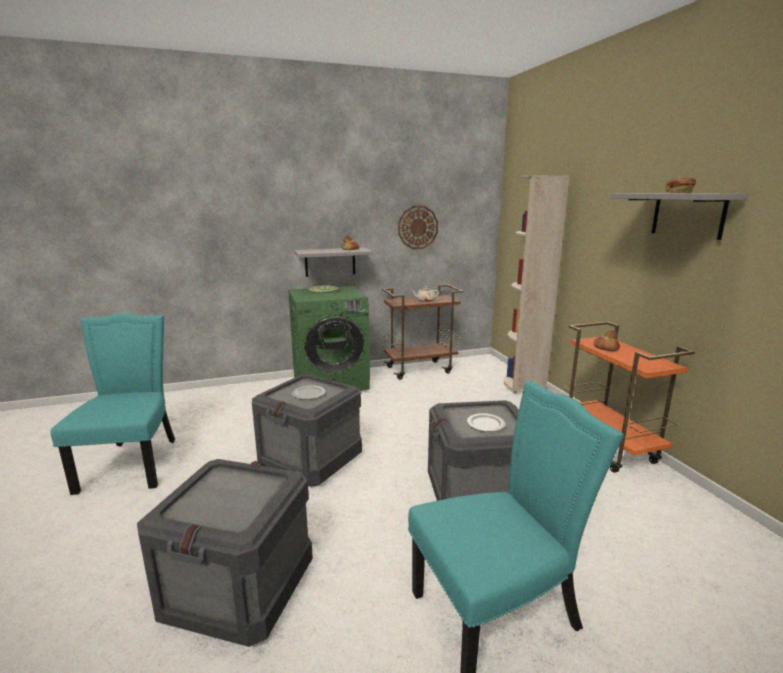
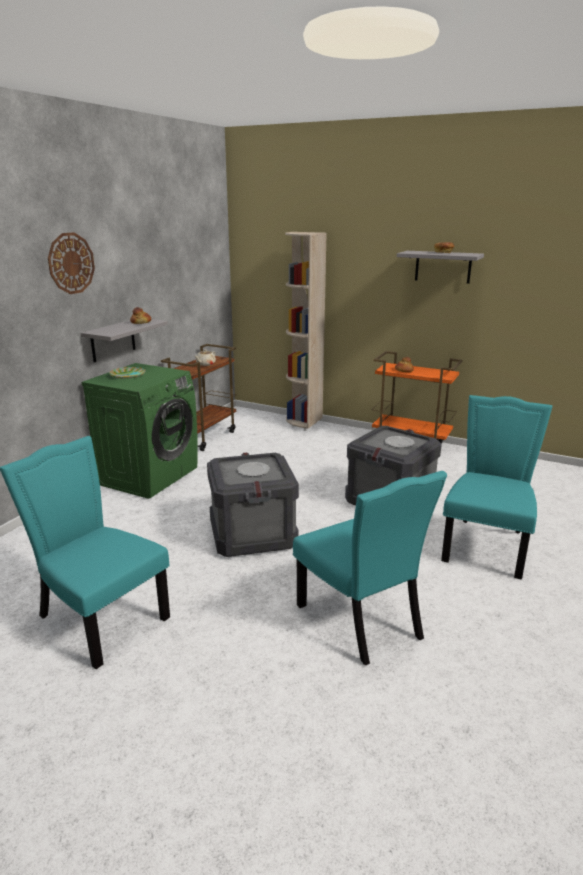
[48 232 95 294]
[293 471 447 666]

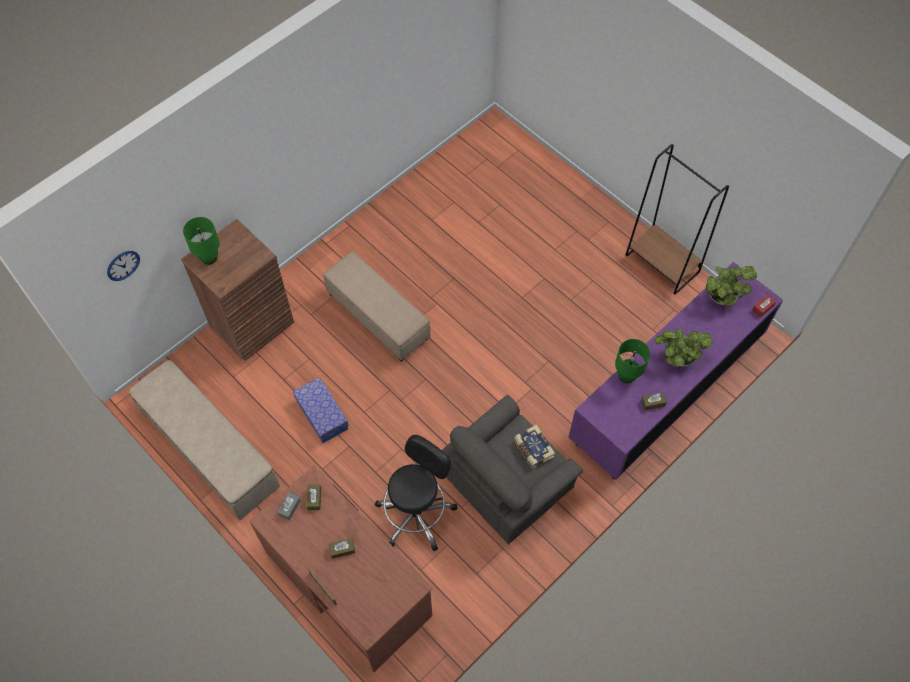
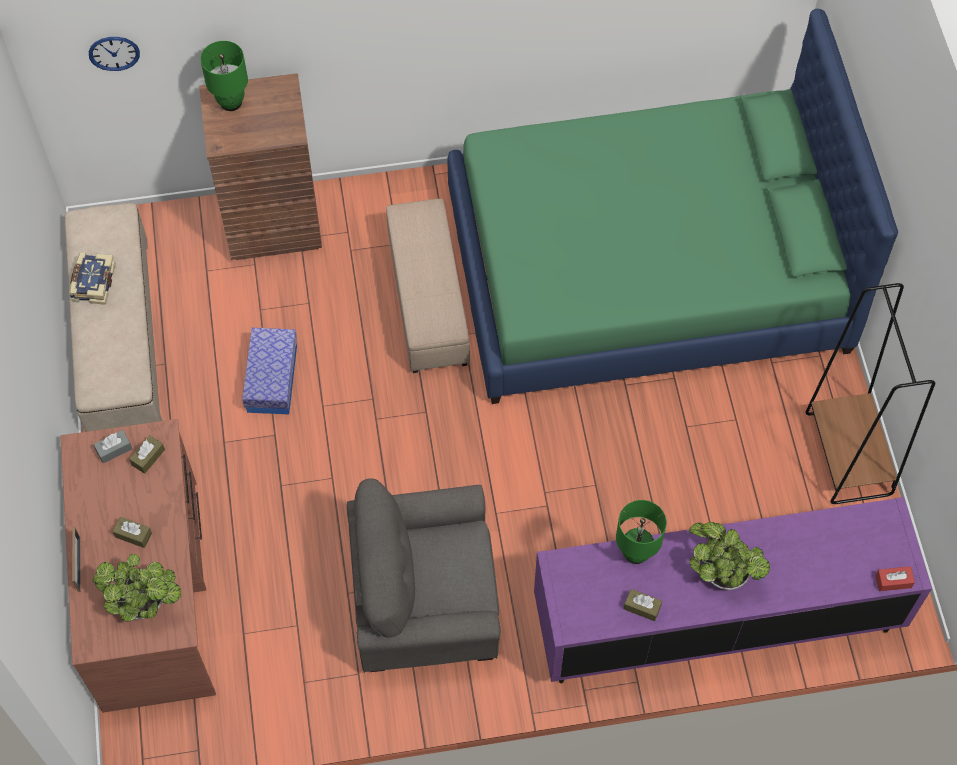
[375 435 457 551] (first image)
[447 8 898 404]
[69 252 116 305]
[93 554 181 622]

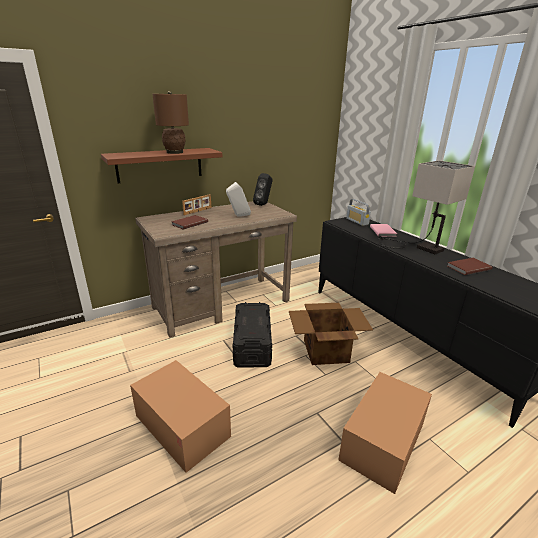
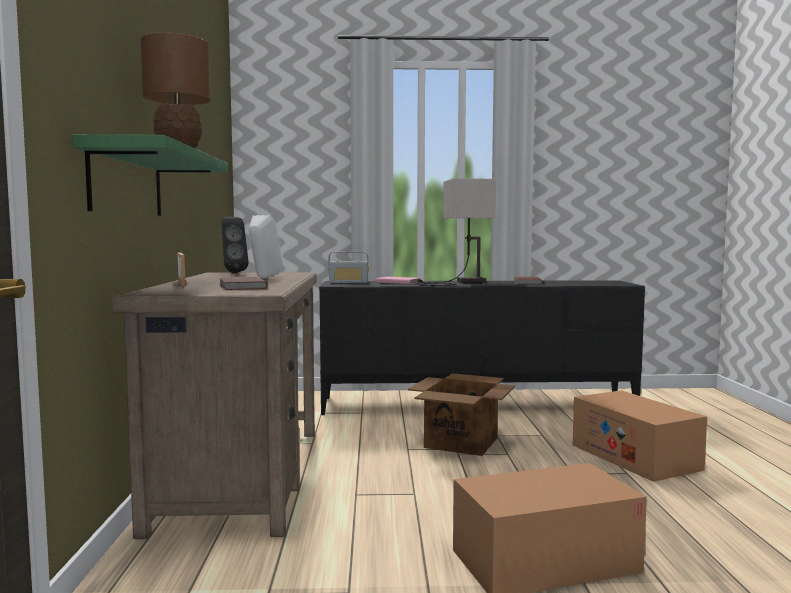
[233 302 272 368] (first image)
[72 134 228 216]

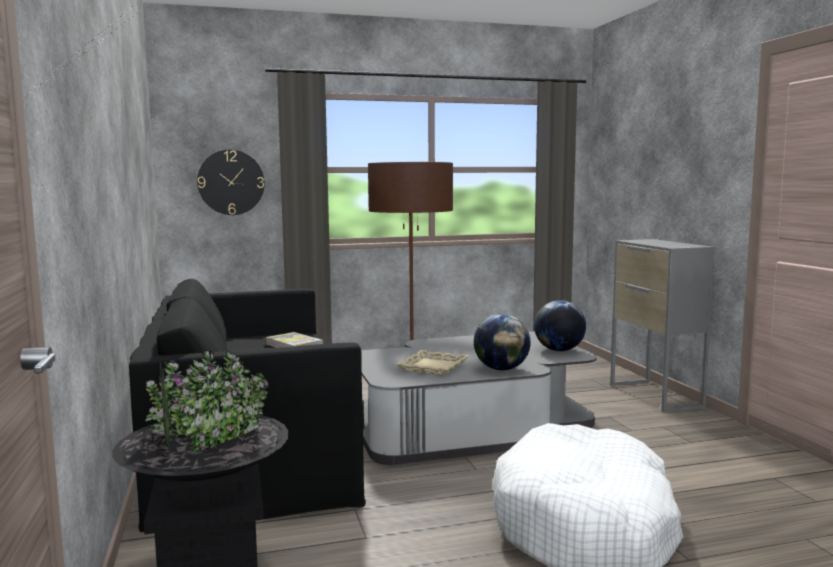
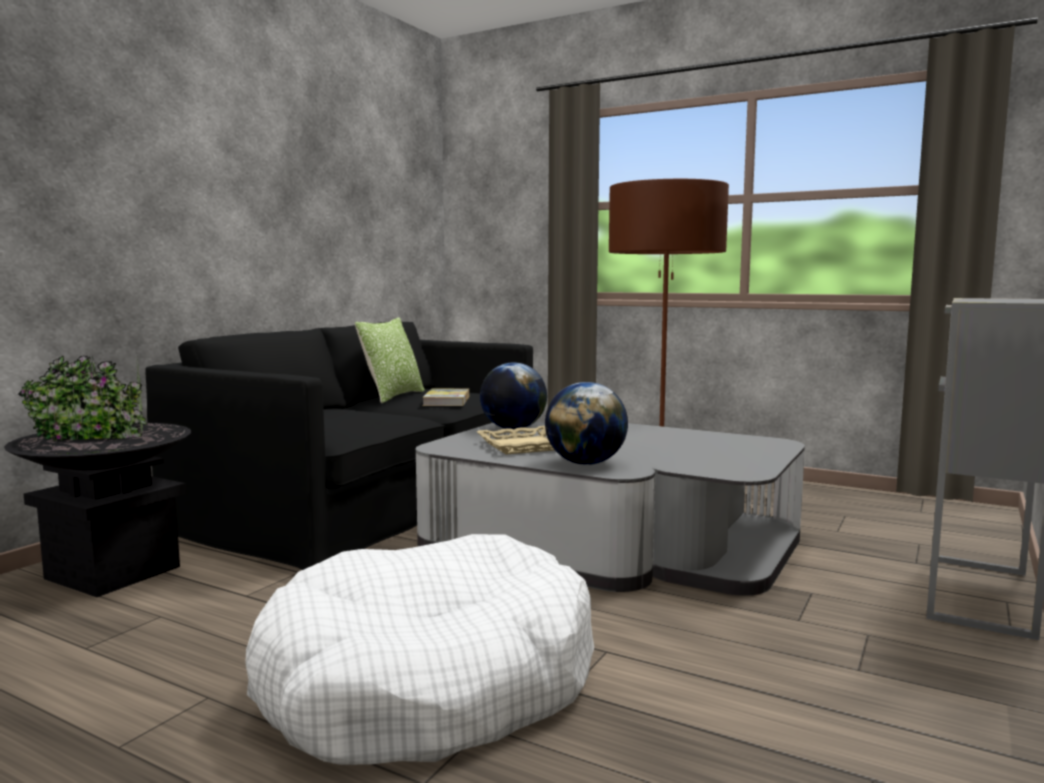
[197 150 265 215] (first image)
[355 318 425 403]
[480 362 547 429]

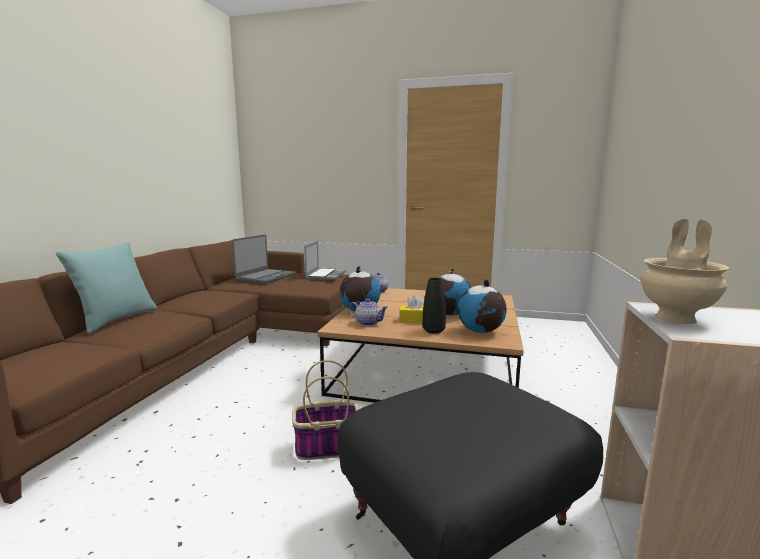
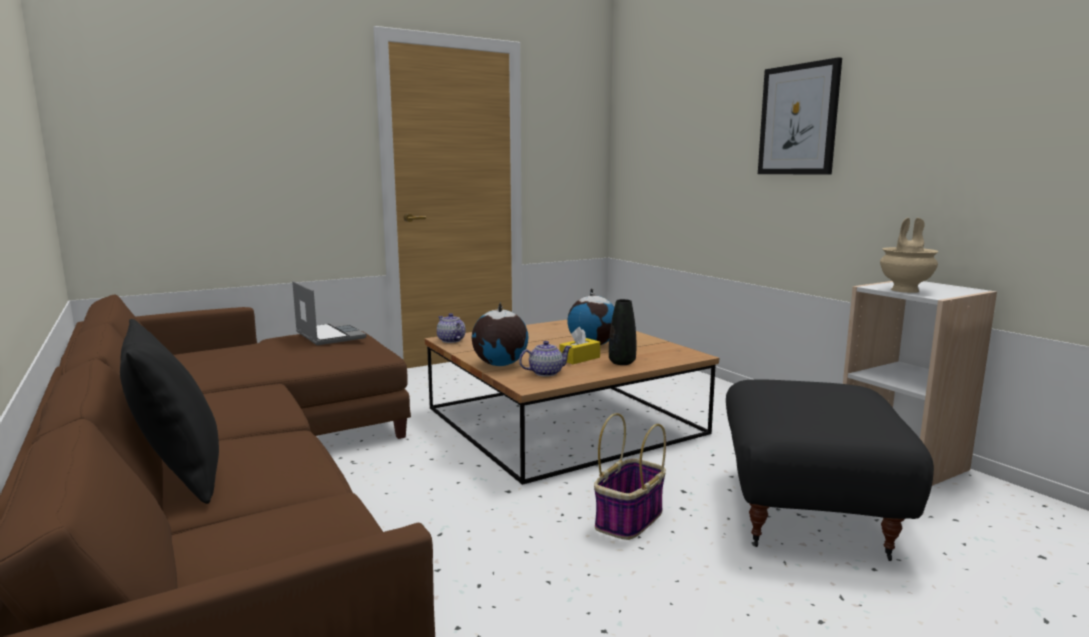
[232 234 296 284] (first image)
[457 279 507 333] (first image)
[758 57 842 175]
[120 319 219 504]

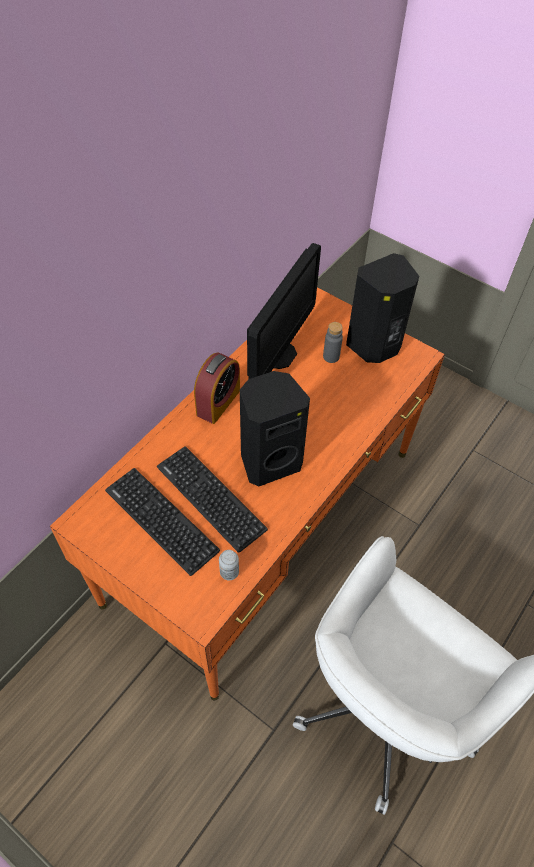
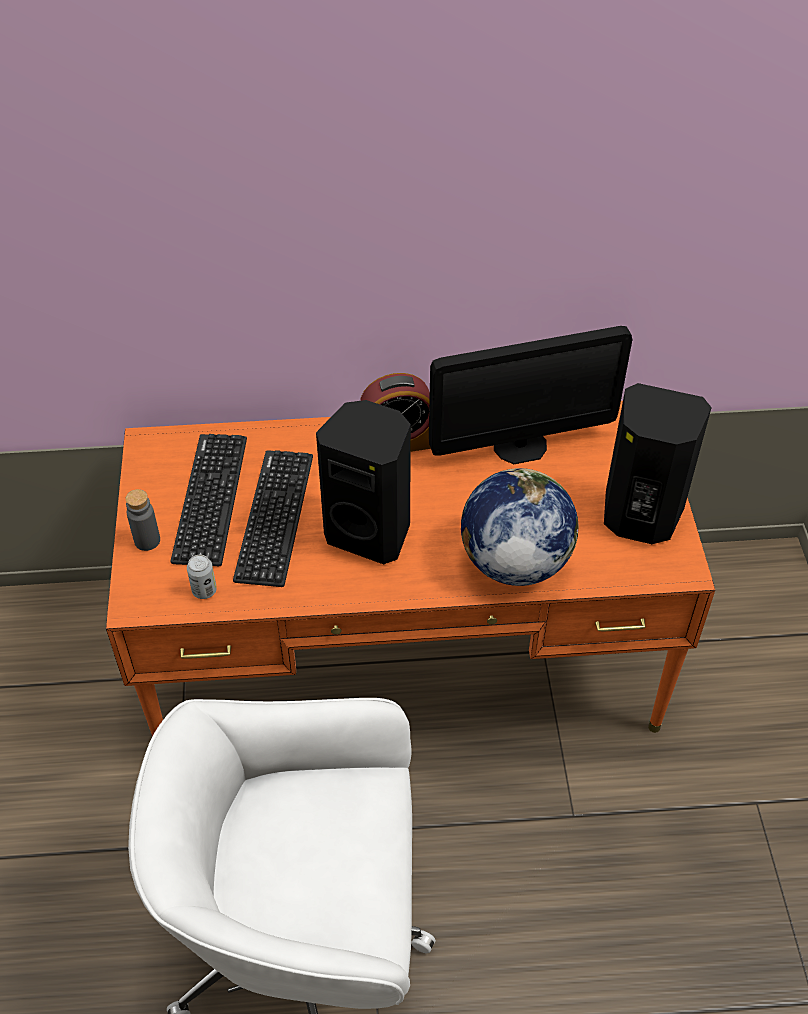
[461 468 579 586]
[125 489 160 551]

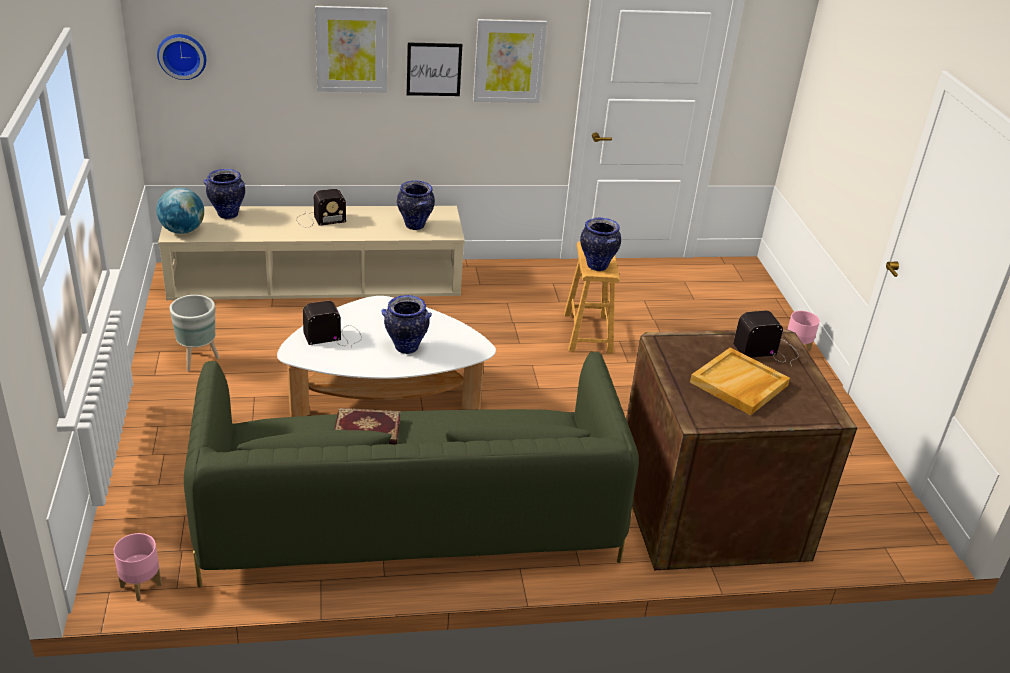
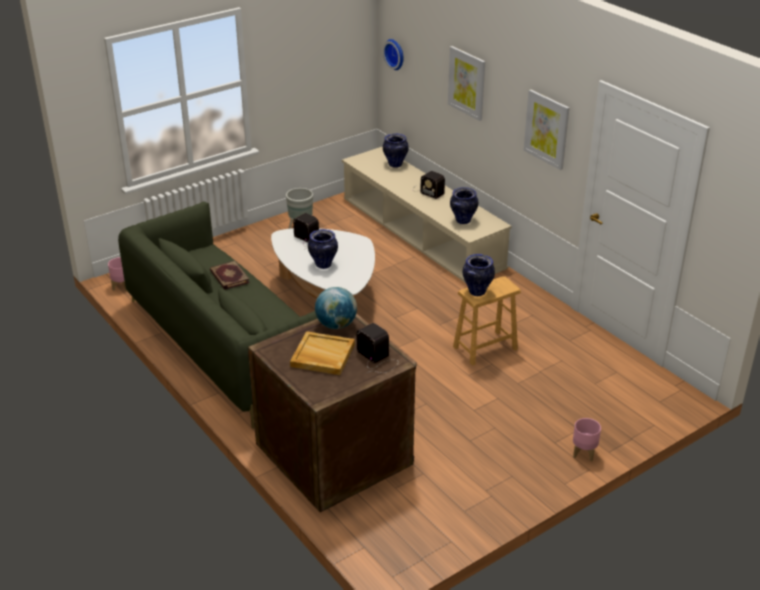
[407 42 462 96] (first image)
[315 287 357 329]

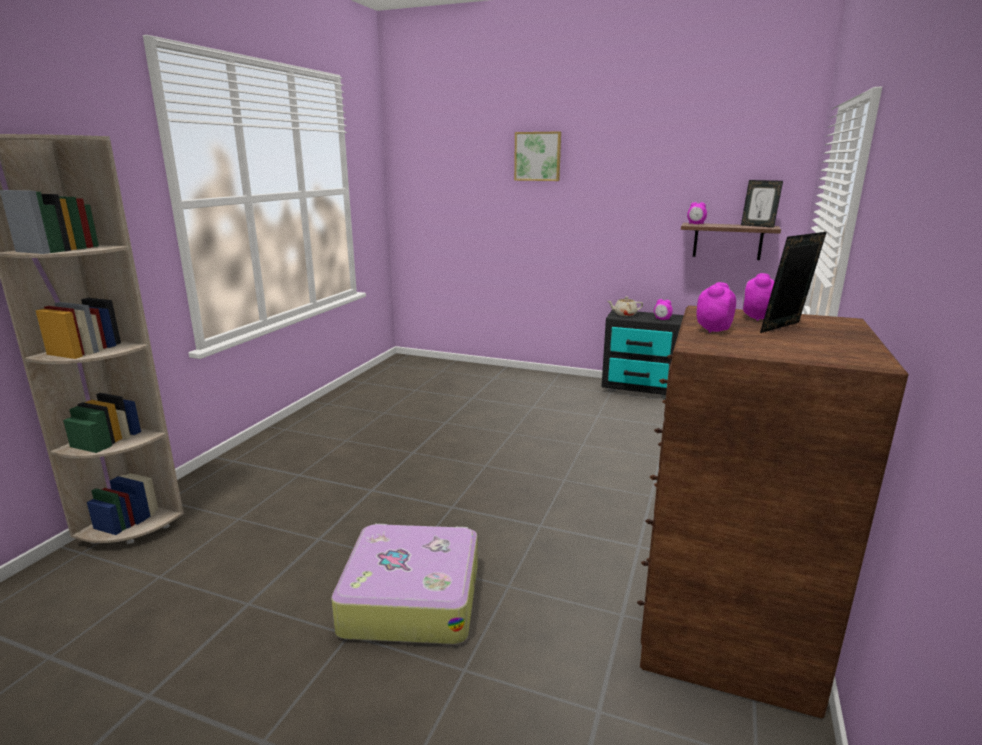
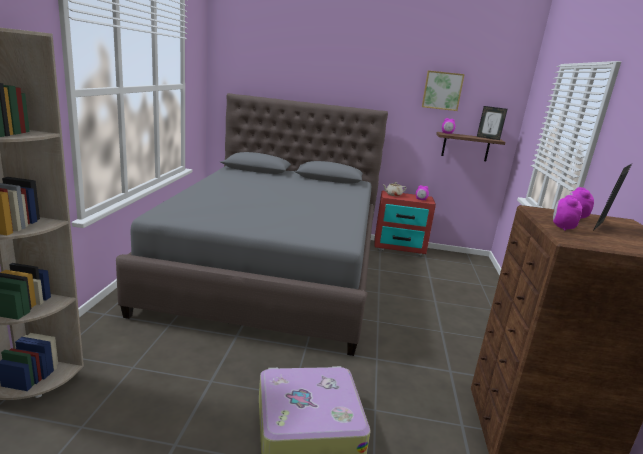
[116 93 388 356]
[422 70 465 111]
[374 191 436 256]

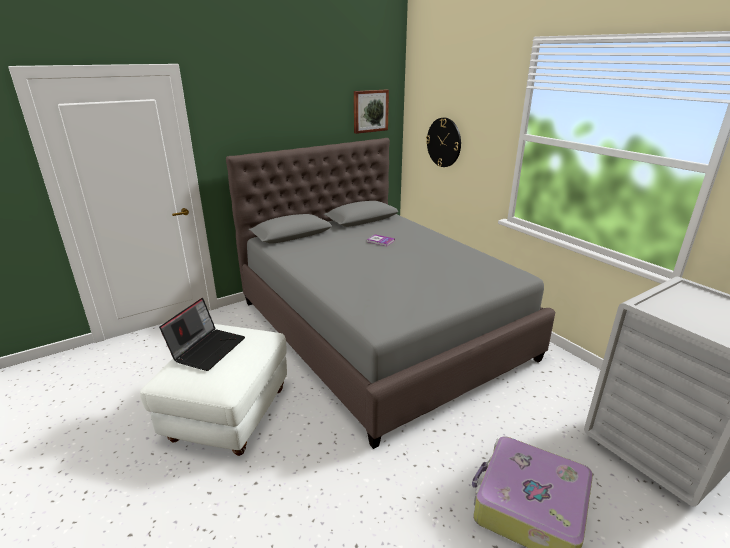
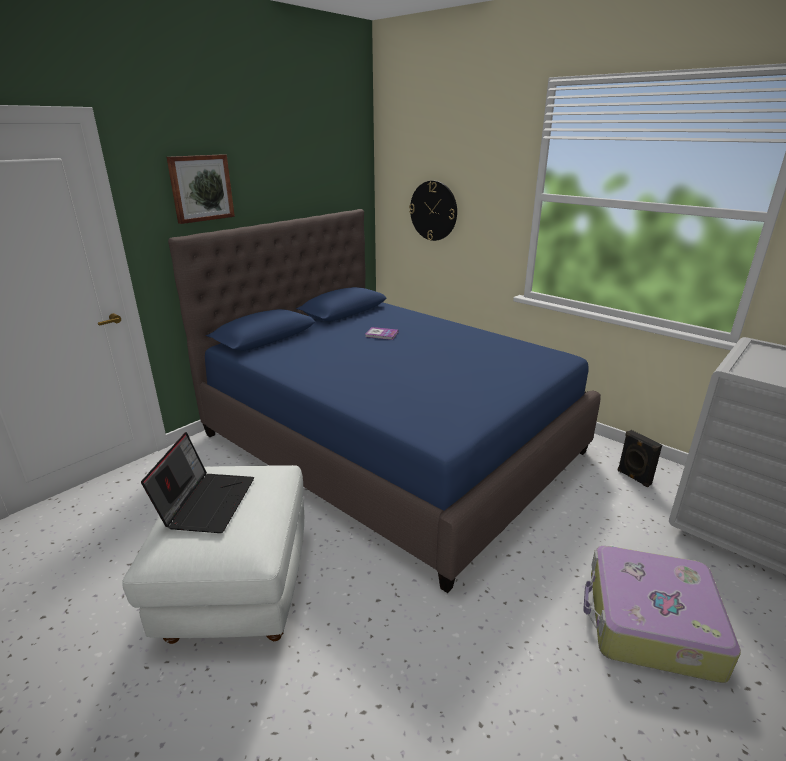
[617 430 662 488]
[167 154 235 224]
[168 209 601 593]

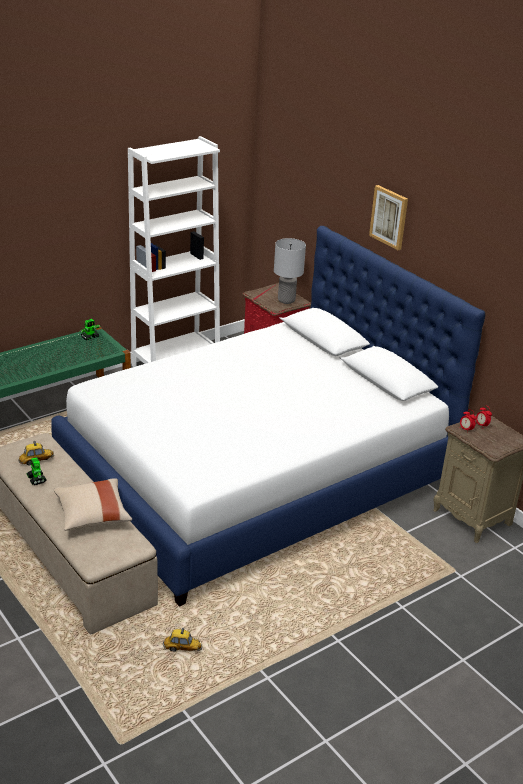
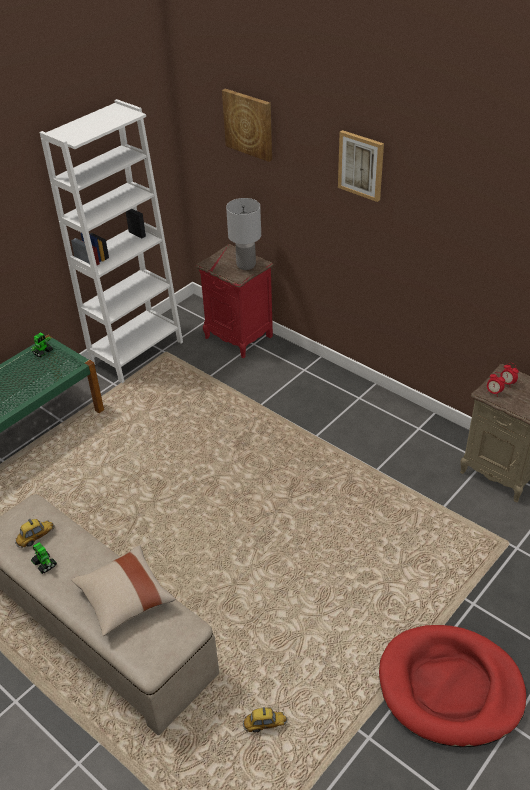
[51 226 485 607] (first image)
[222 89 272 162]
[379 625 526 747]

